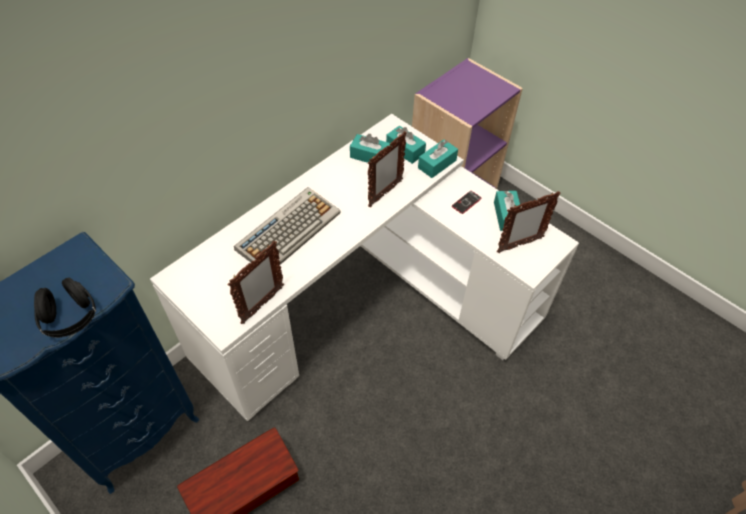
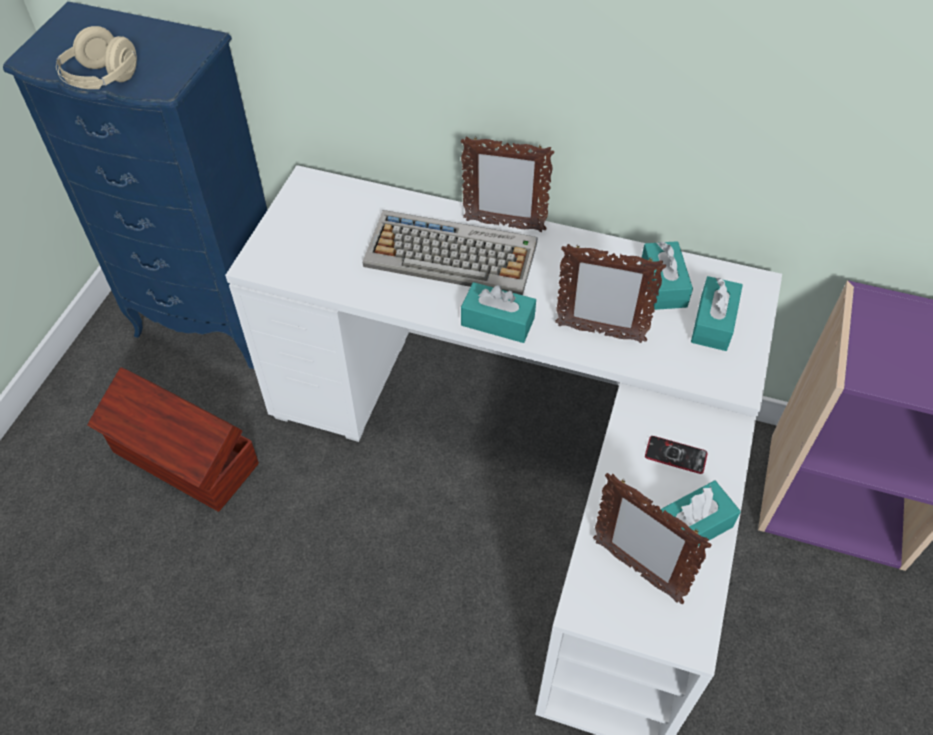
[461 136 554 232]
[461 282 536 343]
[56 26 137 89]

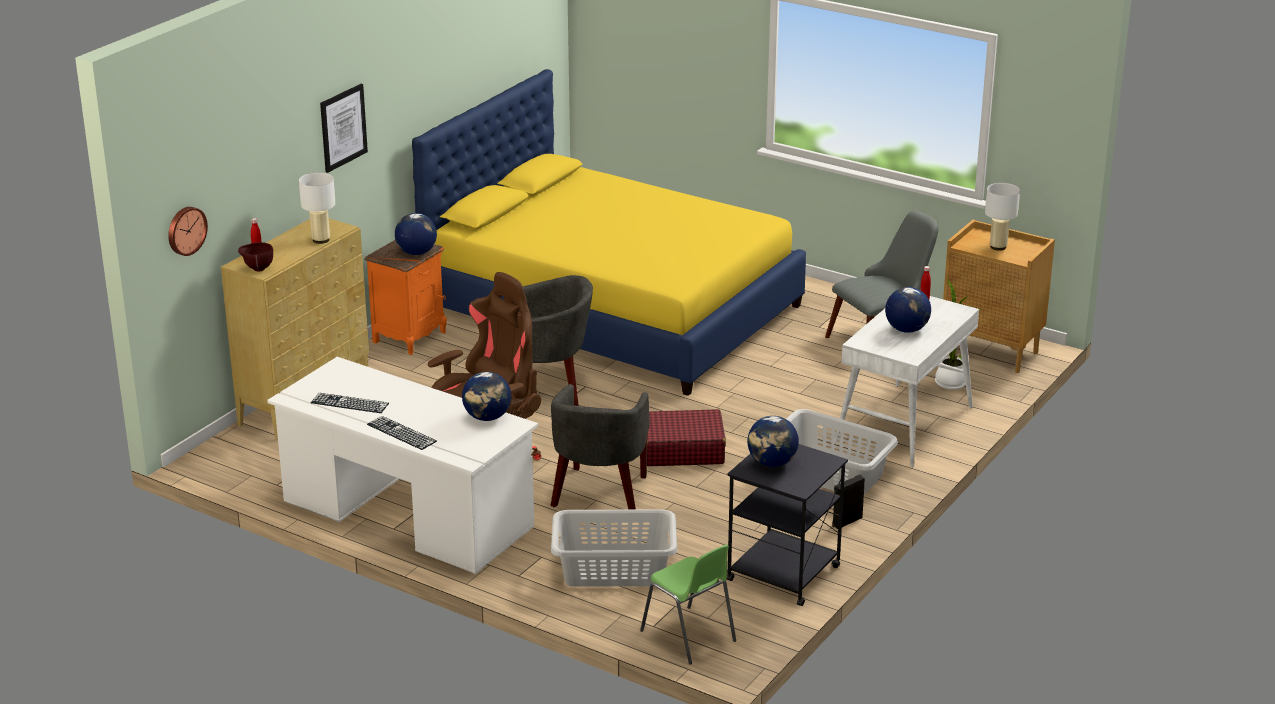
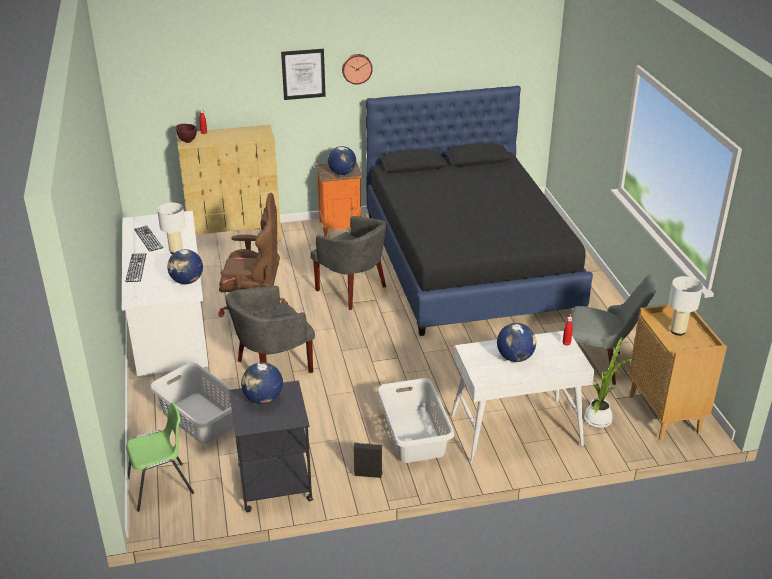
[647 409 726 466] (first image)
[342 54 373 85]
[157 202 186 254]
[366 86 593 336]
[126 402 194 512]

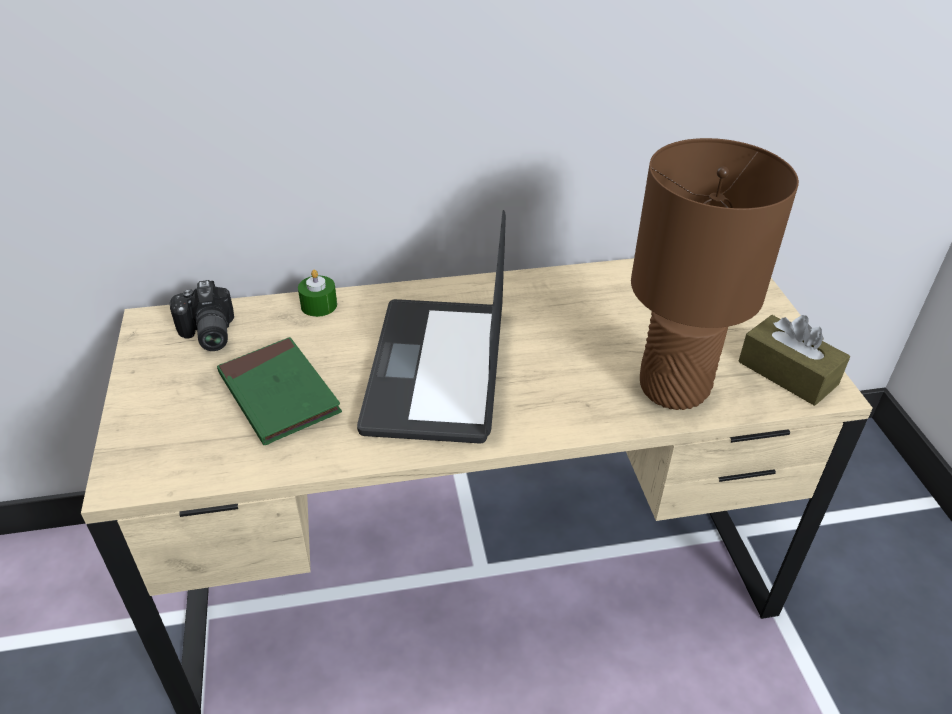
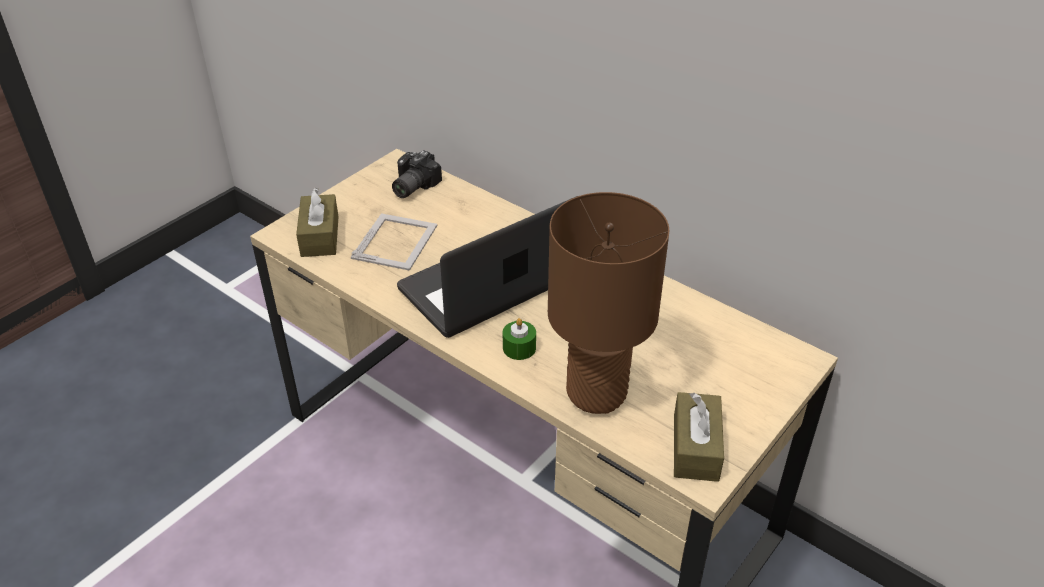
[296 188 339 257]
[503 318 536 360]
[351 213 437 271]

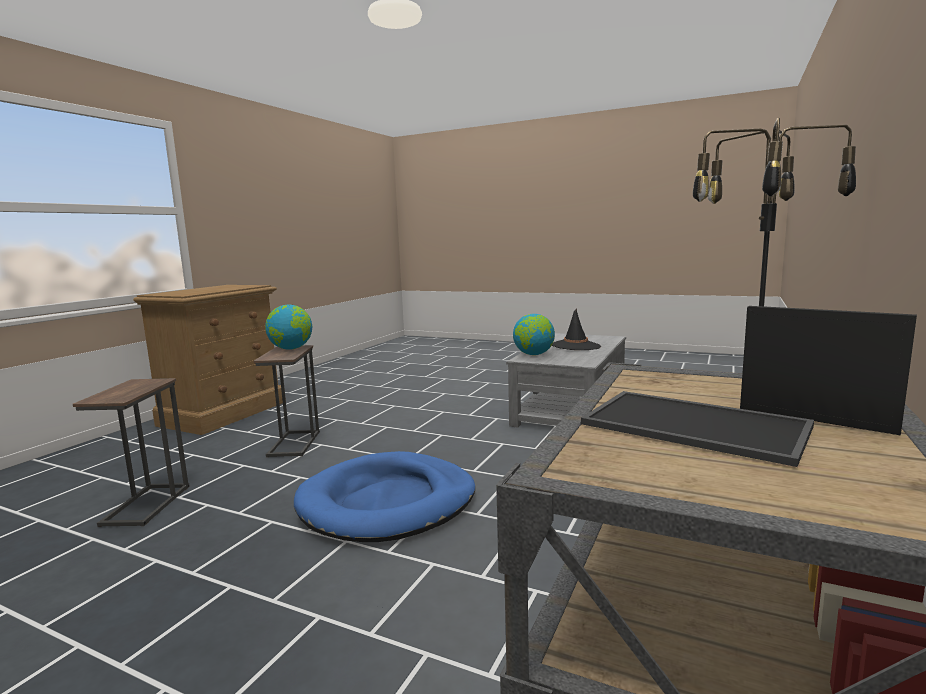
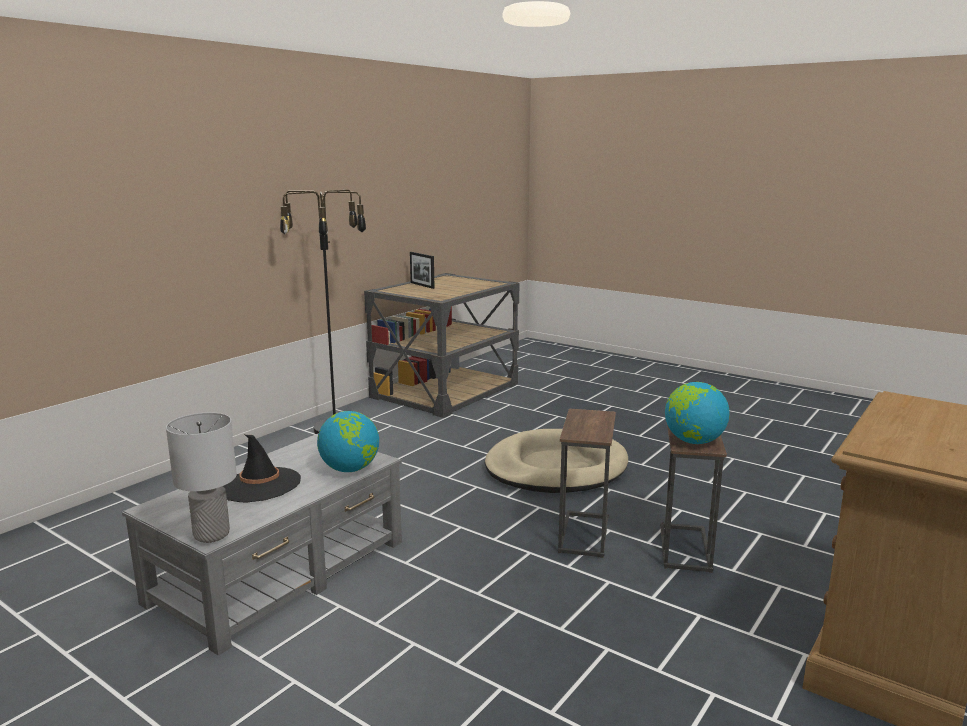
[581 391 814 467] (first image)
[166 412 237 543]
[558 409 616 558]
[485 429 628 493]

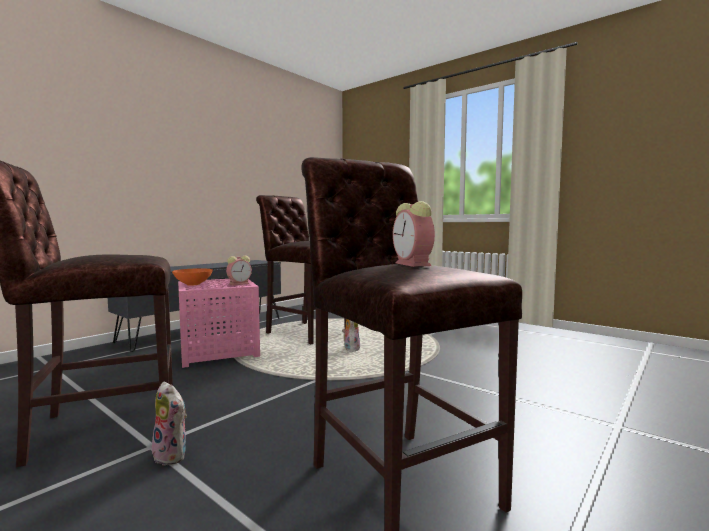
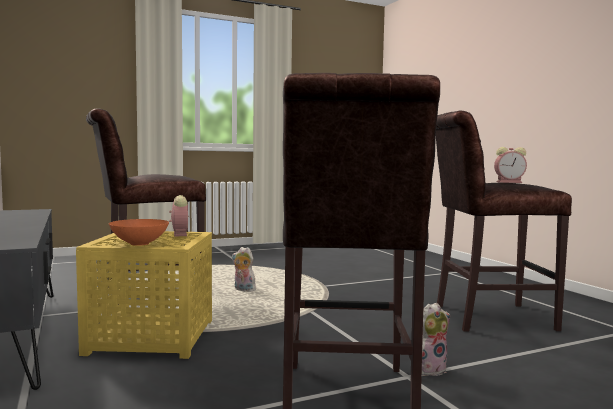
[76 231 212 359]

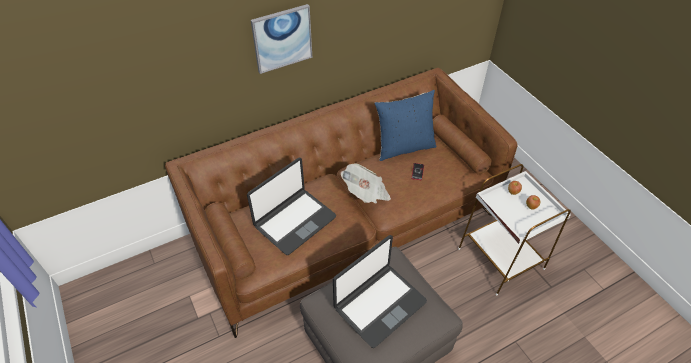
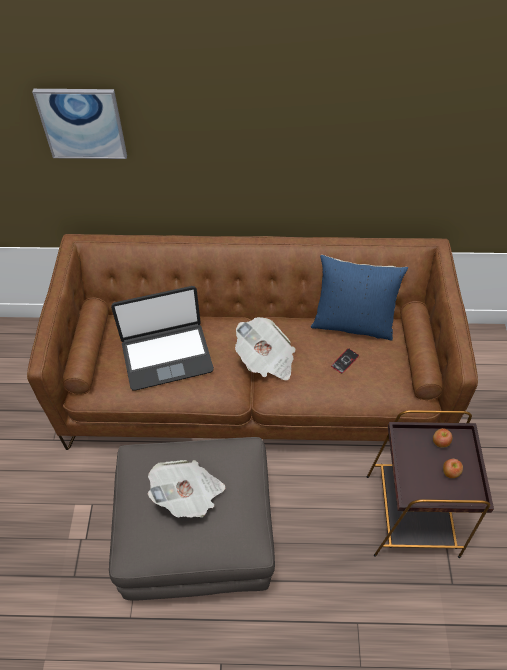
[32 89 127 159]
[147 460 225 518]
[367 410 494 558]

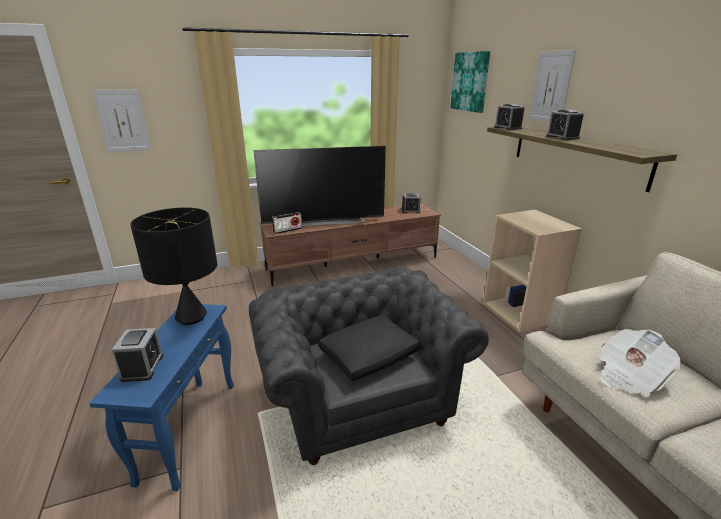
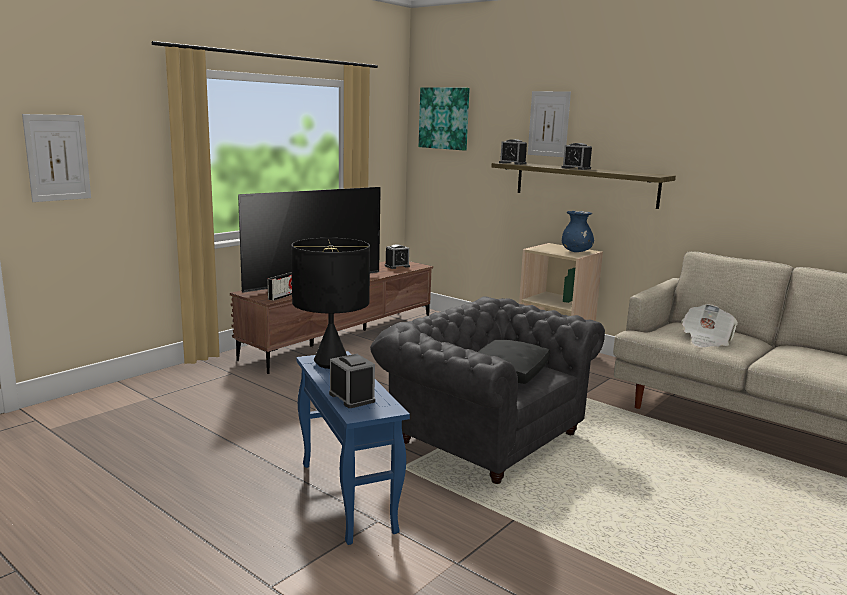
[562 211 594 252]

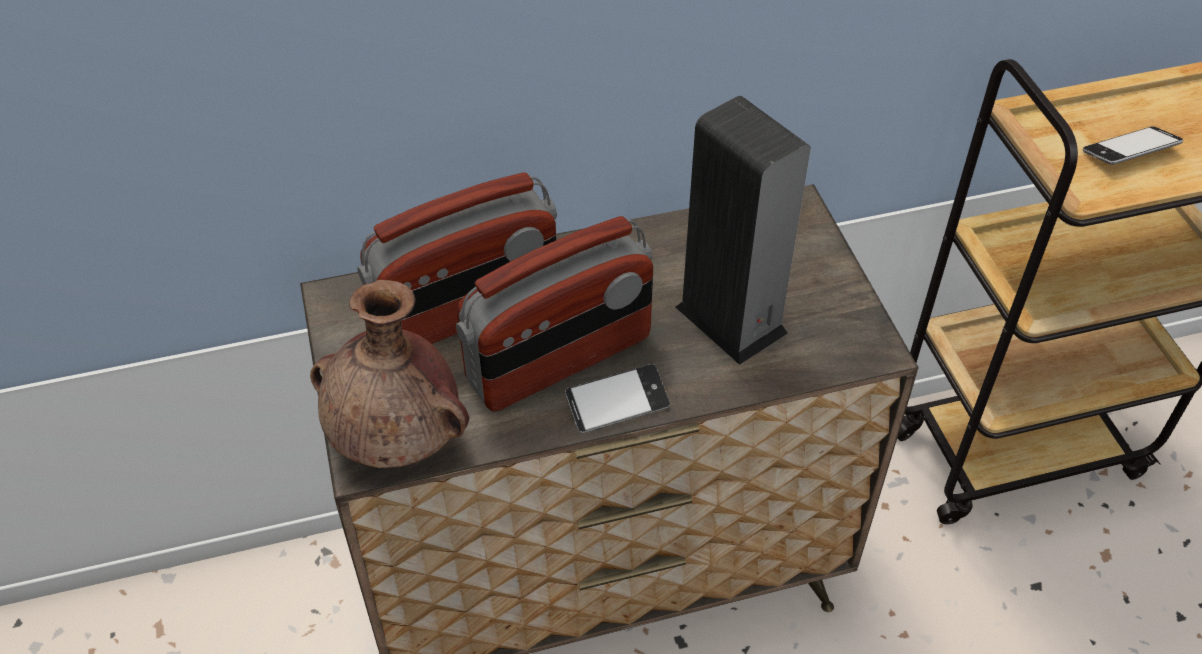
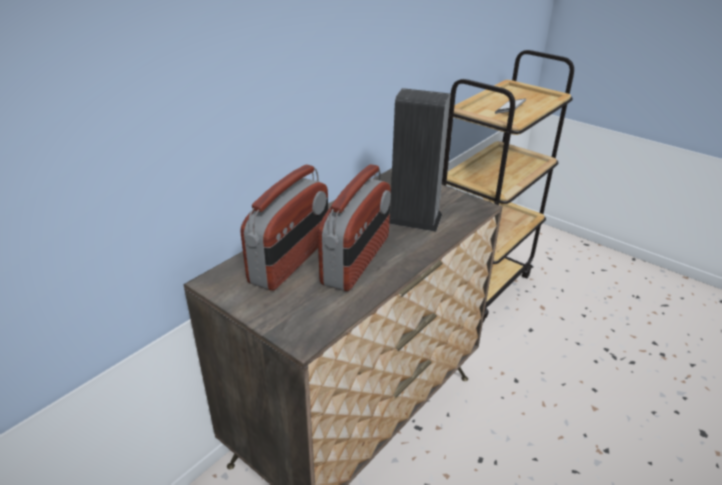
[310 280 469 468] (first image)
[565 364 670 433] (first image)

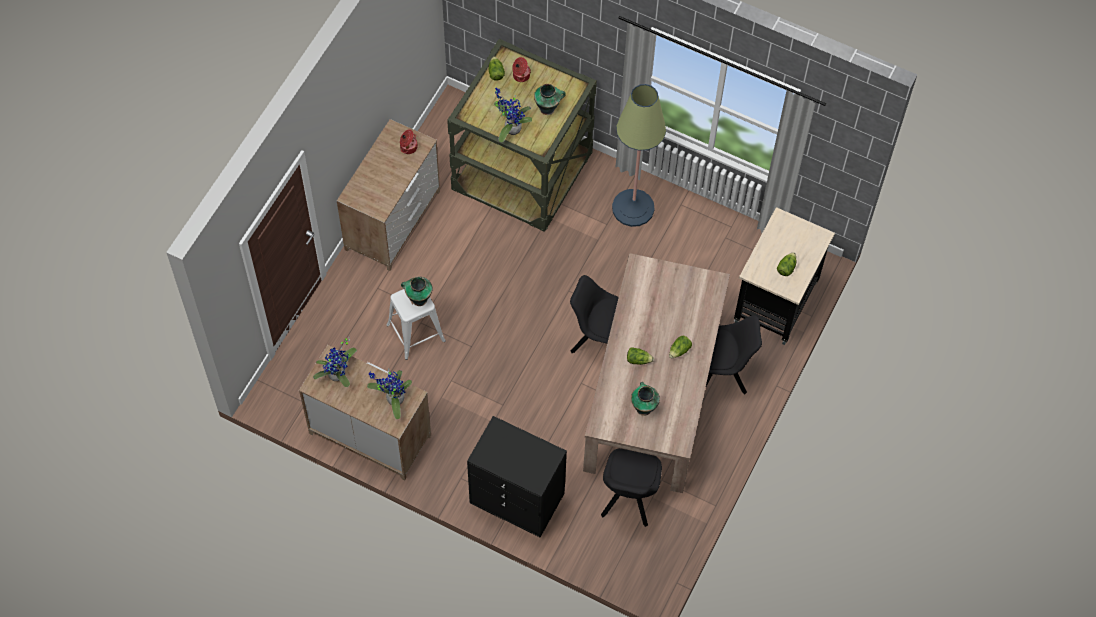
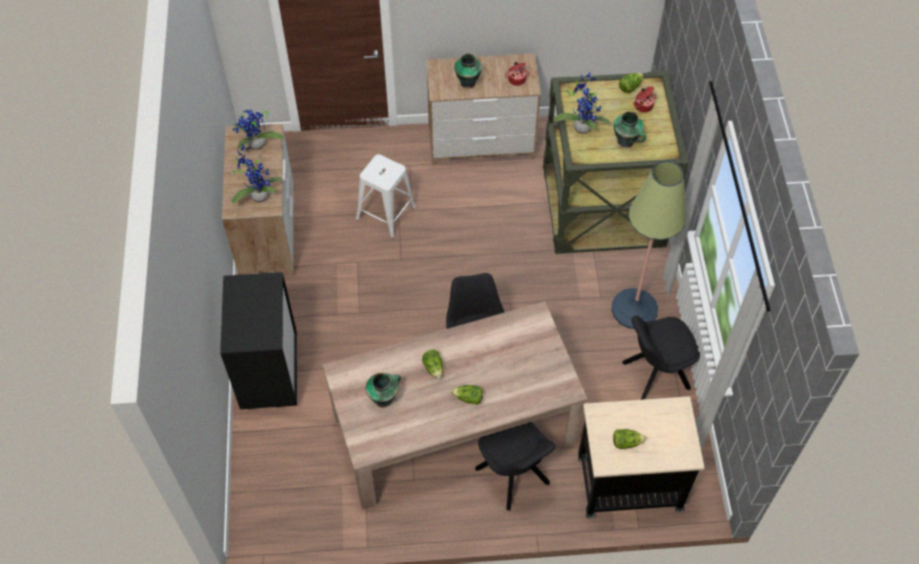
[454 53 482 89]
[622 316 700 400]

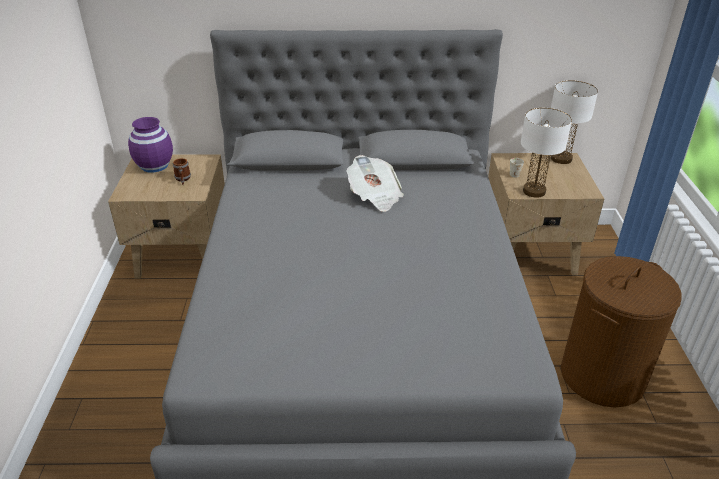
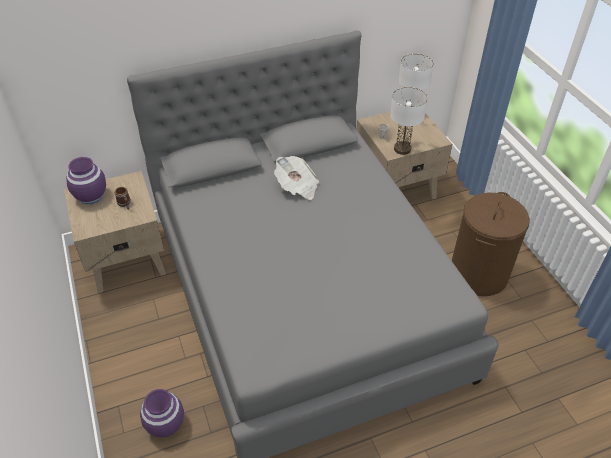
[140 389 184 437]

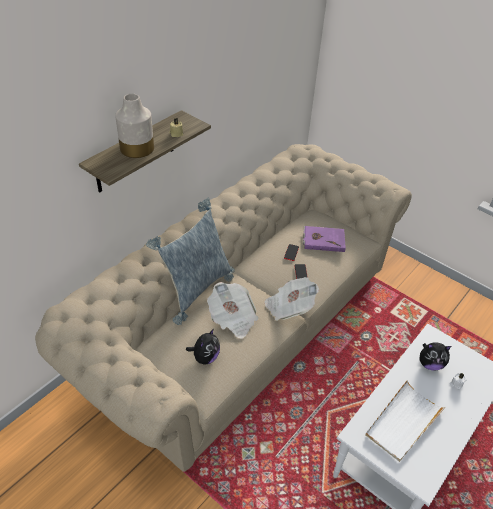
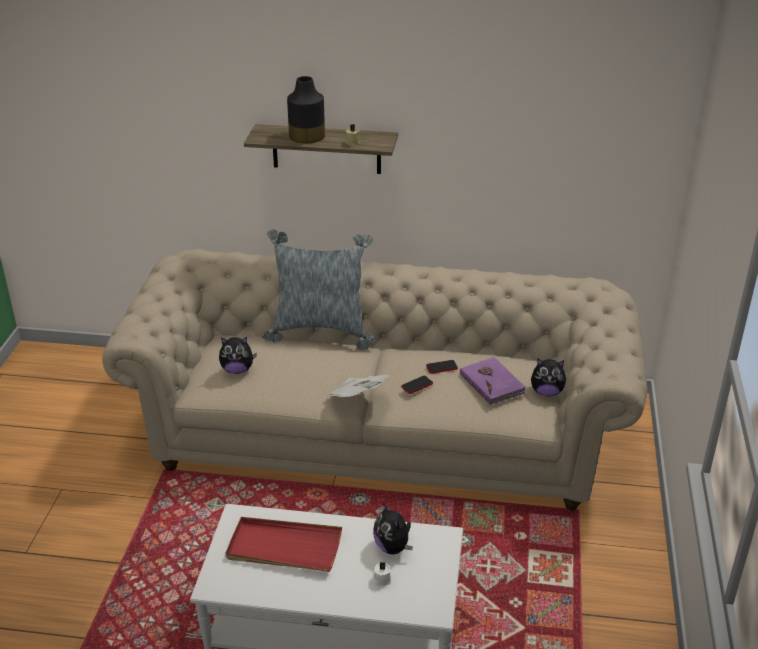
[207 282 258 339] (first image)
[531 359 567 396]
[287 76 325 143]
[226 517 342 572]

